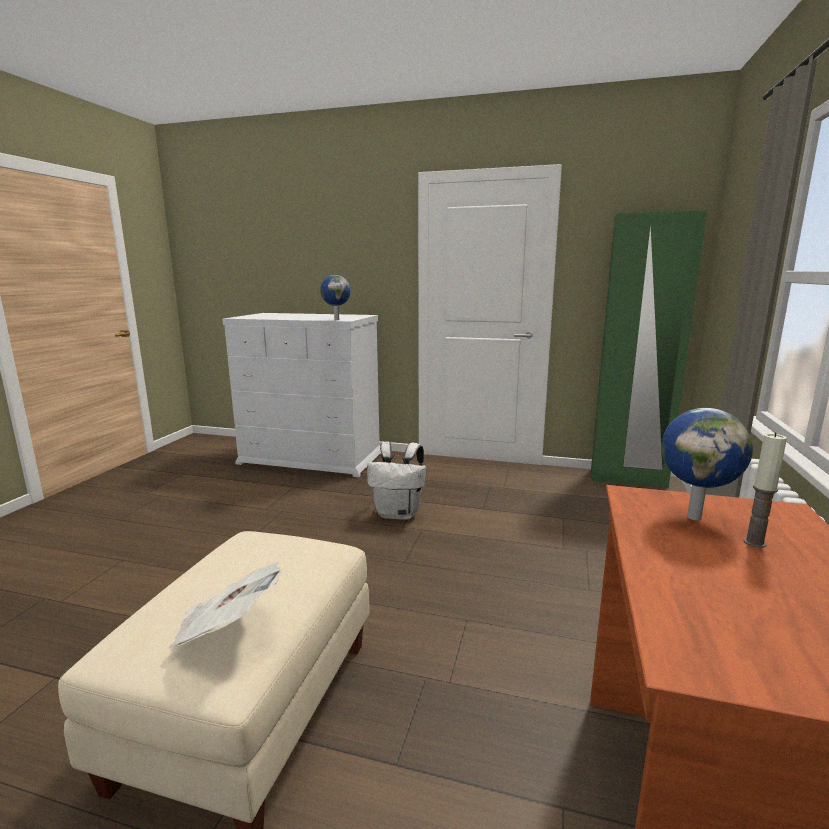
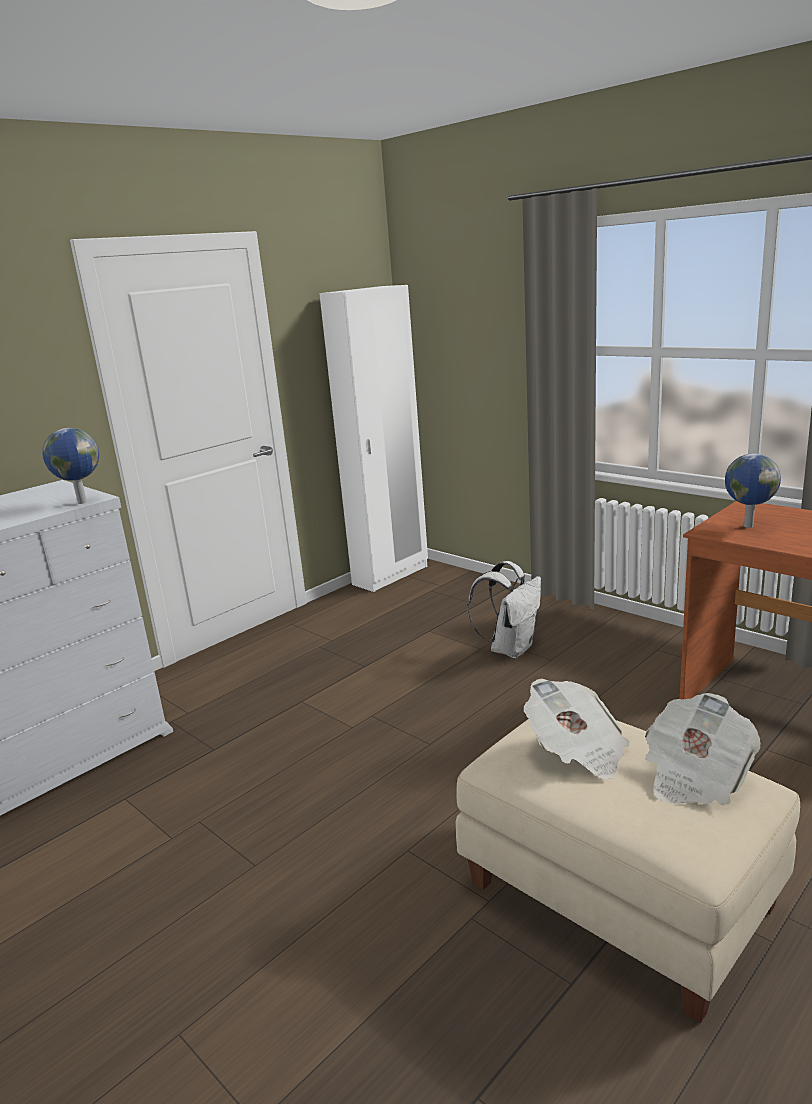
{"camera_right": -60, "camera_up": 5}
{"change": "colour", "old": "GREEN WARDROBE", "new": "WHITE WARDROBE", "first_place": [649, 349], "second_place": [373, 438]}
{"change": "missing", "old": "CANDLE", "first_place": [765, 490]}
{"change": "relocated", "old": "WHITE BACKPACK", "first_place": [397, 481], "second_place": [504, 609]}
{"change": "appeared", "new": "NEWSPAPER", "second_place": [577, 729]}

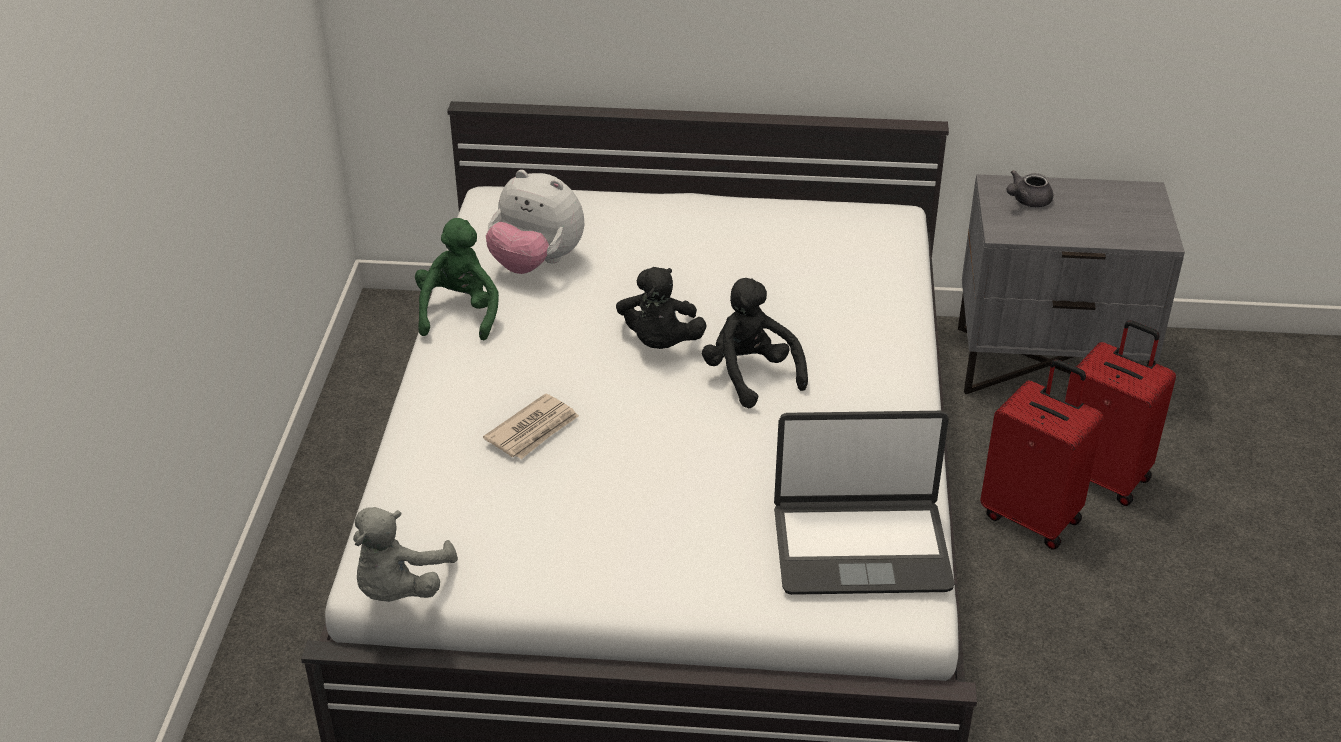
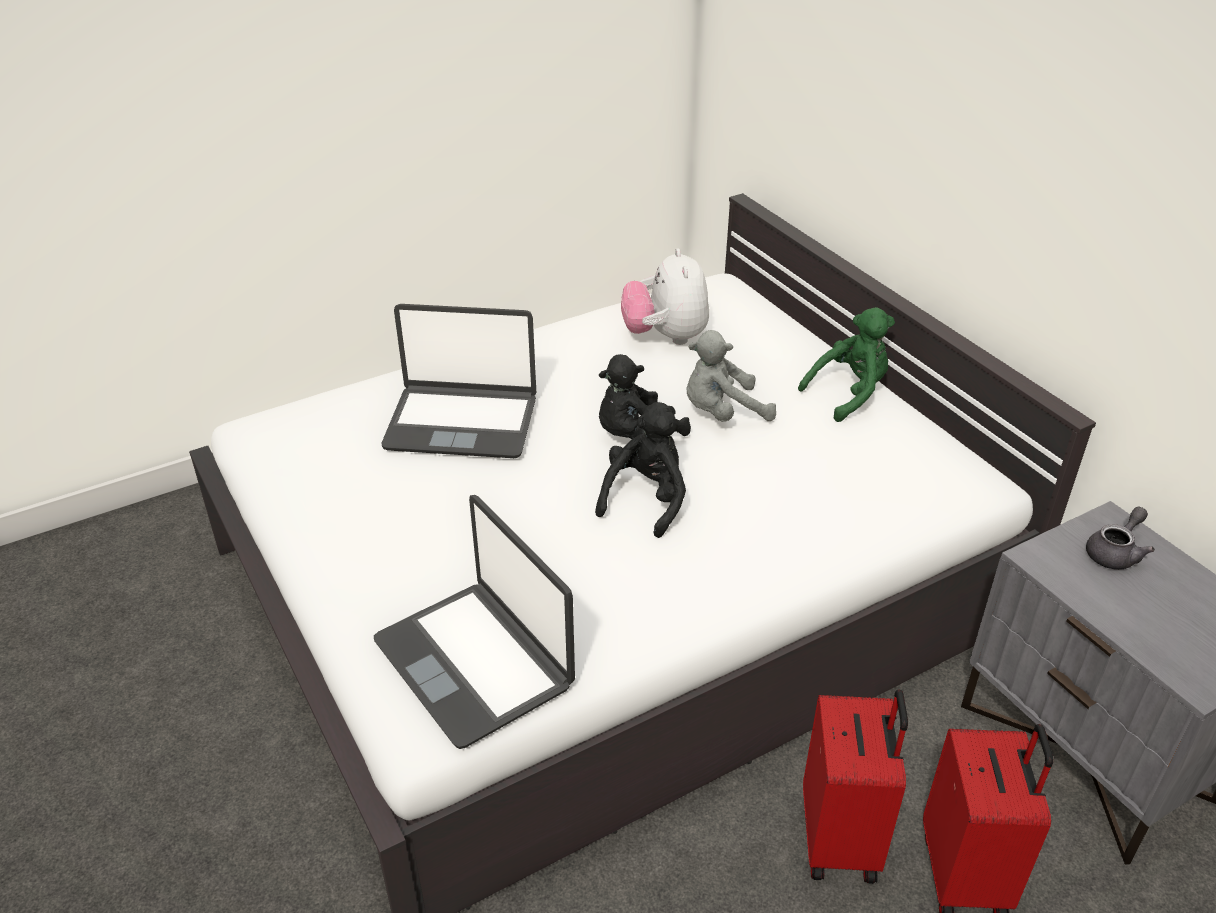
{"camera_right": 55, "camera_up": 0}
{"change": "spun", "old": "GREY TEAPOT", "first_place": [1030, 188], "second_place": [1120, 538], "degrees": 120}
{"change": "relocated", "old": "GREEN PLUSH TOY", "first_place": [457, 279], "second_place": [846, 364]}
{"change": "exchanged", "old": "NEWSPAPER", "new": "LAPTOP", "first_place": [531, 426], "second_place": [458, 381]}
{"change": "relocated", "old": "GREY PLUSH TOY", "first_place": [405, 554], "second_place": [731, 376]}

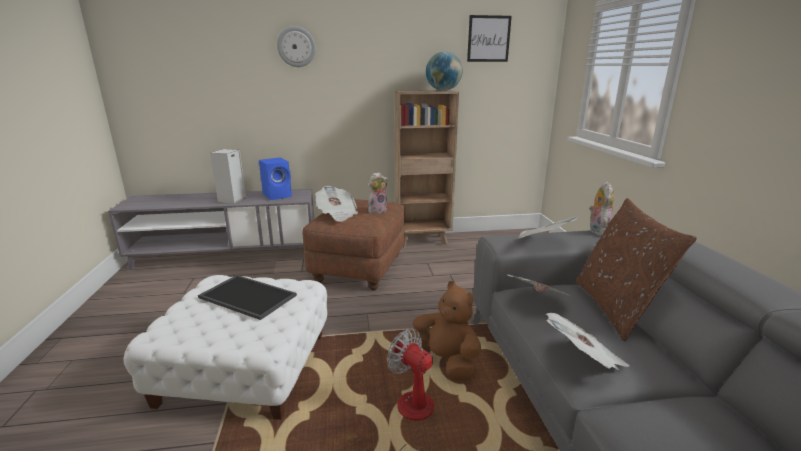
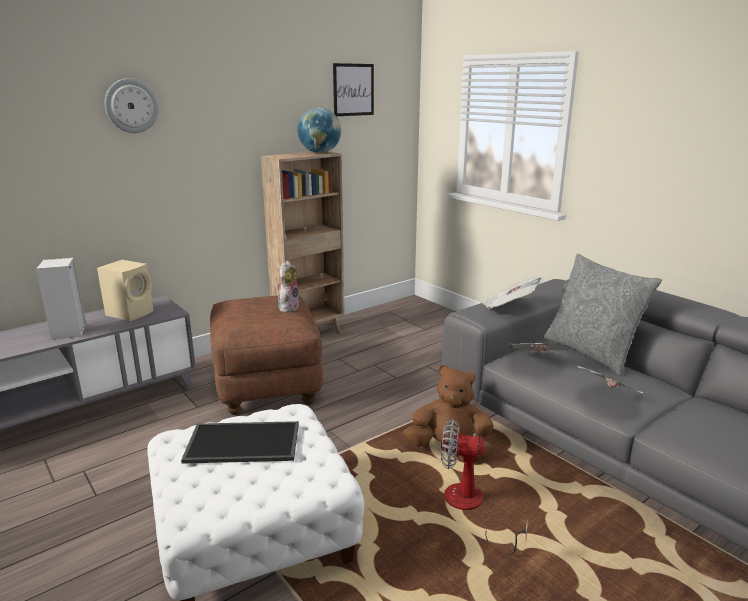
{"camera_right": -30, "camera_up": 0}
{"change": "colour", "old": "BLUE SPEAKER", "new": "BEIGE SPEAKER", "first_place": [275, 178], "second_place": [125, 290]}
{"change": "missing", "old": "PLUSH TOY", "first_place": [601, 208]}
{"change": "missing", "old": "NEWSPAPER", "first_place": [336, 204]}
{"change": "colour", "old": "BROWN PILLOW", "new": "GREY PILLOW", "first_place": [636, 269], "second_place": [603, 315]}

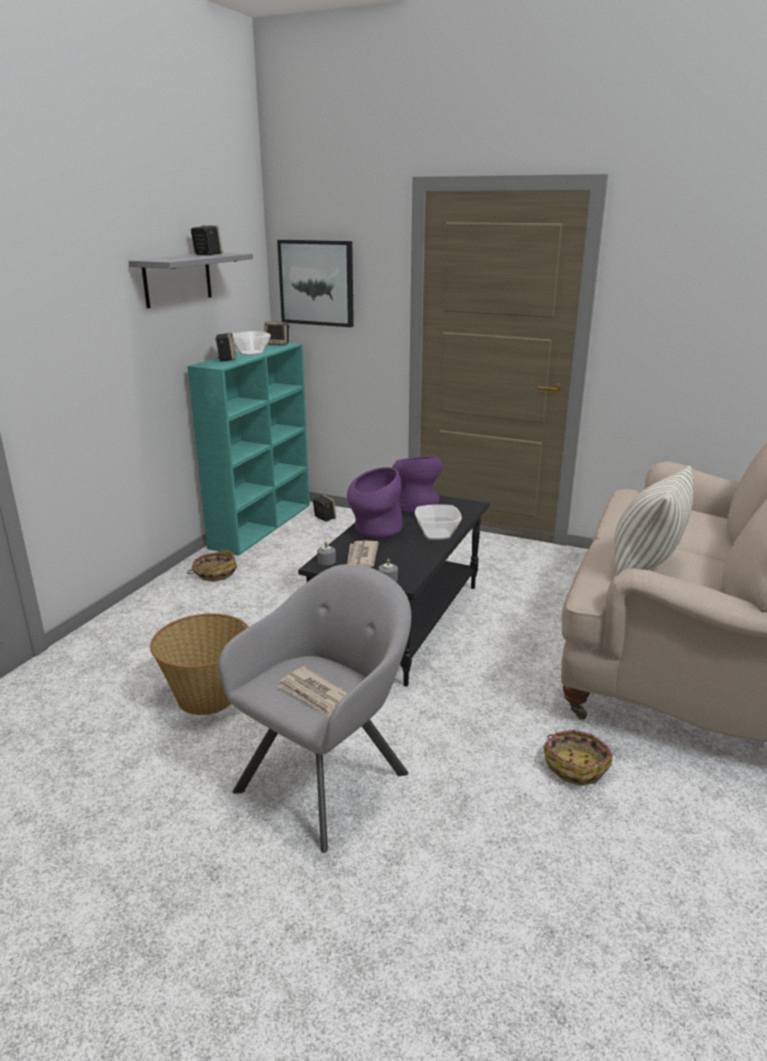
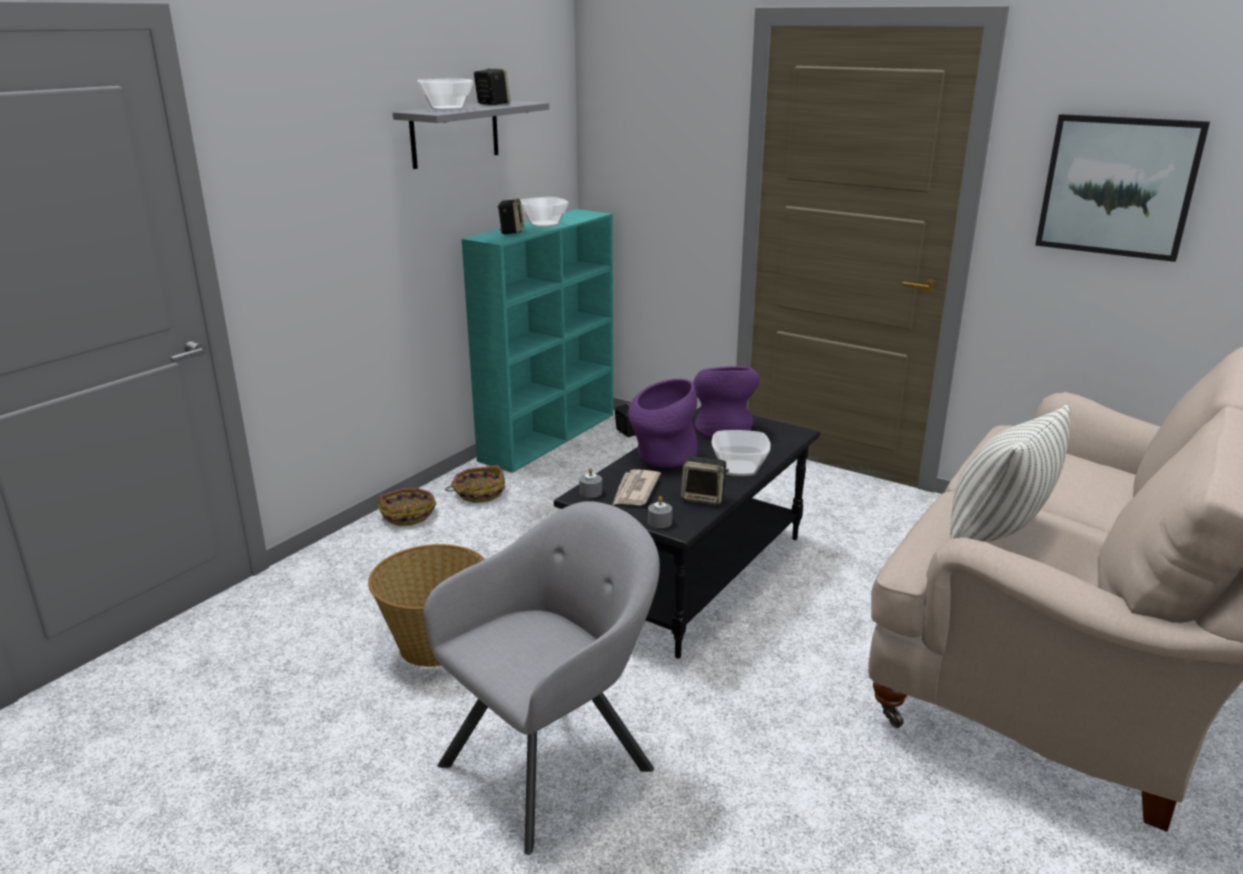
{"camera_right": 10, "camera_up": 0}
{"change": "relocated", "old": "PICTURE", "first_place": [315, 283], "second_place": [1122, 188]}
{"change": "relocated", "old": "SPEAKER", "first_place": [277, 333], "second_place": [705, 480]}
{"change": "missing", "old": "NEWSPAPER", "first_place": [313, 691]}
{"change": "relocated", "old": "BASKET", "first_place": [578, 758], "second_place": [407, 507]}
{"change": "appeared", "new": "BOWL", "second_place": [446, 94]}

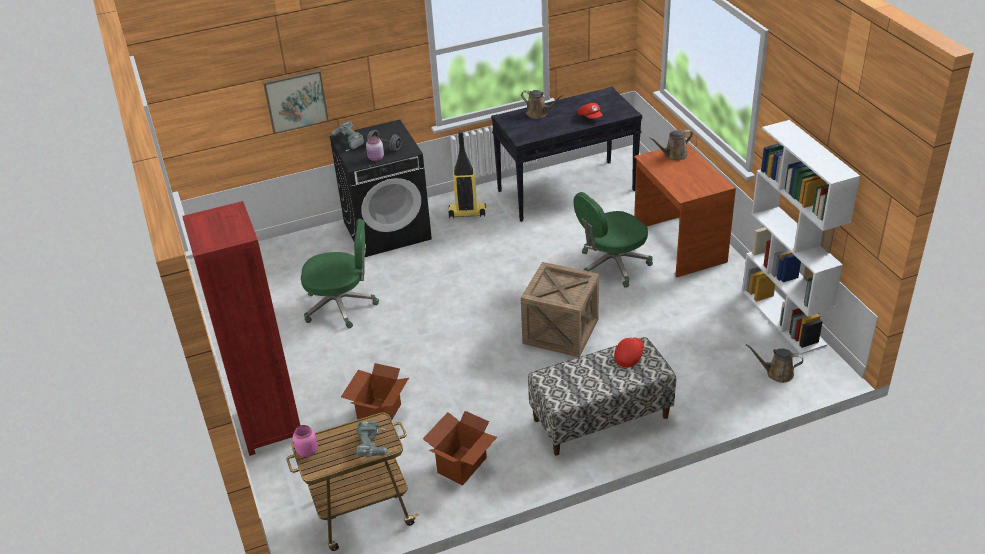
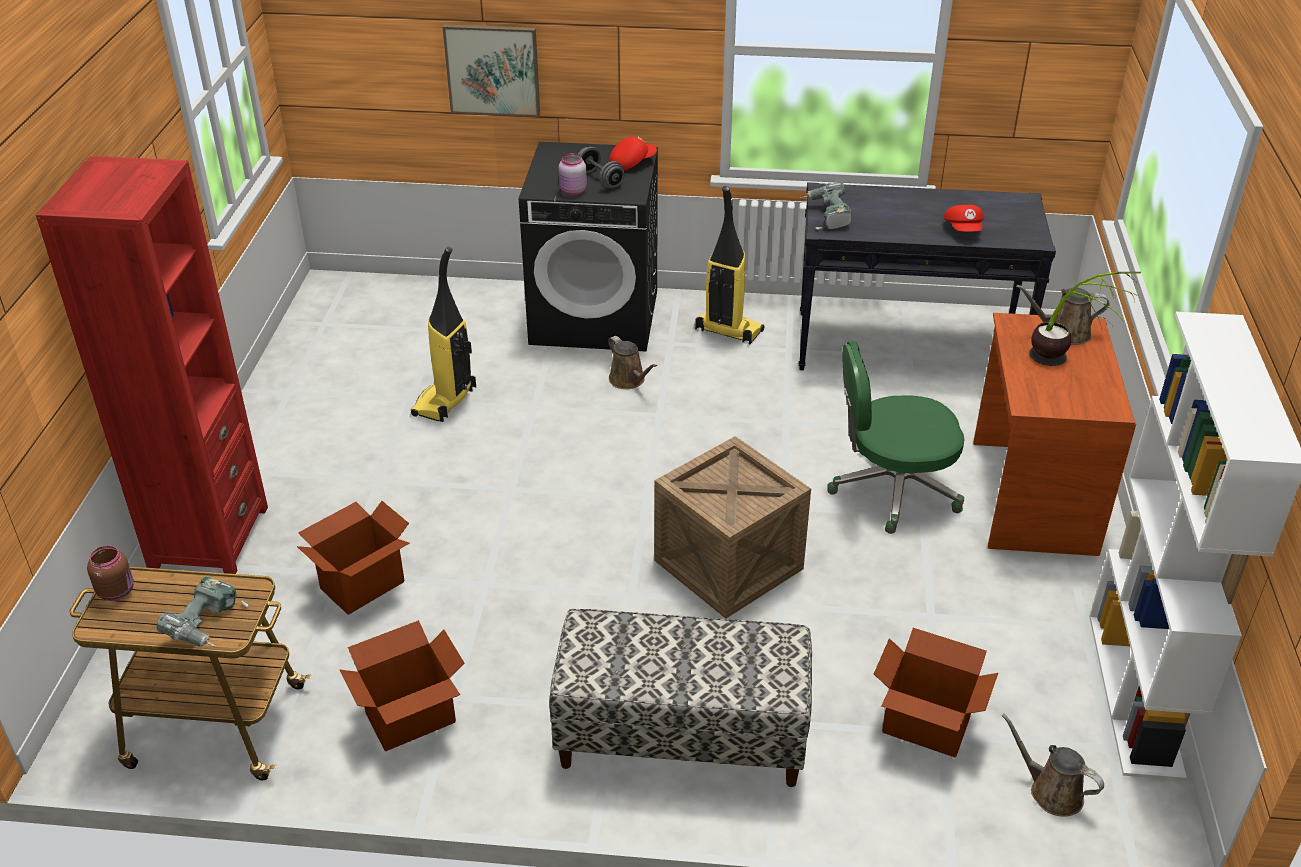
{"camera_right": 25, "camera_up": 0}
{"change": "relocated", "old": "BROWN WATERING CAN", "first_place": [542, 104], "second_place": [632, 362]}
{"change": "relocated", "old": "POWER DRILL", "first_place": [347, 136], "second_place": [825, 206]}
{"change": "exchanged", "old": "GREEN OFFICE CHAIR", "new": "VACUUM CLEANER", "first_place": [340, 273], "second_place": [443, 334]}
{"change": "relocated", "old": "RED CAP", "first_place": [629, 352], "second_place": [633, 154]}
{"change": "colour", "old": "PINK JAR", "new": "BROWN JAR", "first_place": [305, 441], "second_place": [110, 573]}
{"change": "appeared", "new": "POTTED PLANT", "second_place": [1085, 319]}
{"change": "appeared", "new": "CARDBOARD BOX", "second_place": [936, 692]}

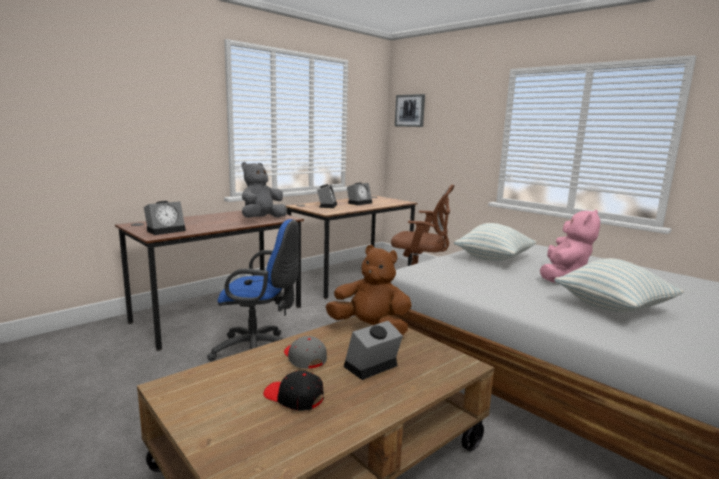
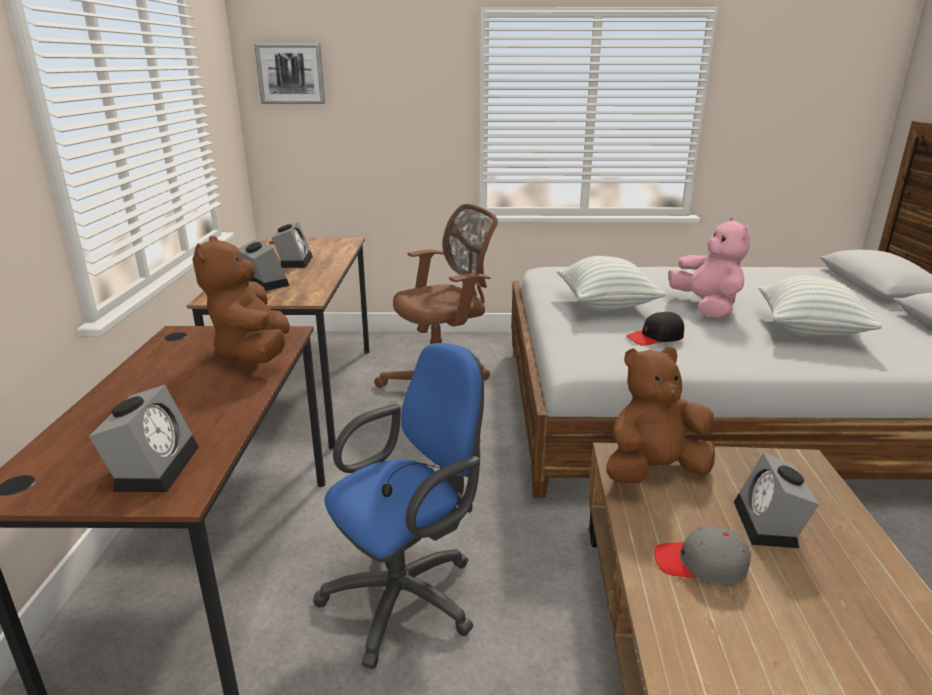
{"camera_right": -45, "camera_up": 10}
{"change": "colour", "old": "GREY PLUSH TOY", "new": "BROWN PLUSH TOY", "first_place": [264, 190], "second_place": [241, 299]}
{"change": "relocated", "old": "BLACK CAP", "first_place": [293, 391], "second_place": [655, 328]}

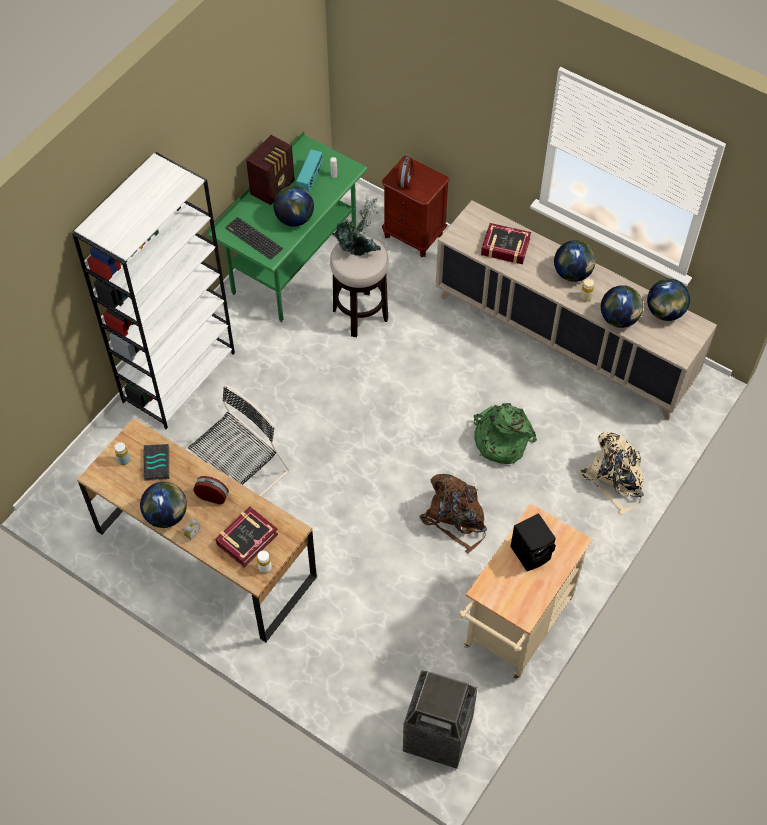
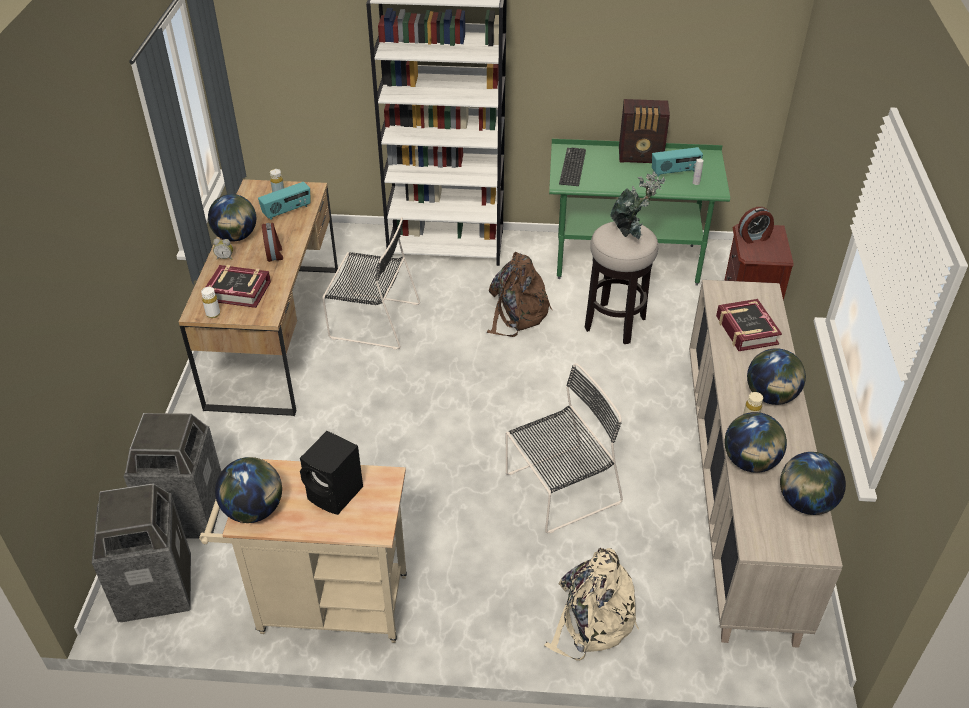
{"camera_right": 60, "camera_up": -15}
{"change": "relocated", "old": "GLOBE", "first_place": [293, 206], "second_place": [248, 490]}
{"change": "exchanged", "old": "GREEN BACKPACK", "new": "BLACK CHAIR", "first_place": [505, 433], "second_place": [564, 448]}
{"change": "exchanged", "old": "BOOK", "new": "RADIO", "first_place": [156, 462], "second_place": [284, 201]}
{"change": "relocated", "old": "BROWN BACKPACK", "first_place": [453, 514], "second_place": [520, 294]}
{"change": "appeared", "new": "TRASH CAN", "second_place": [172, 476]}

